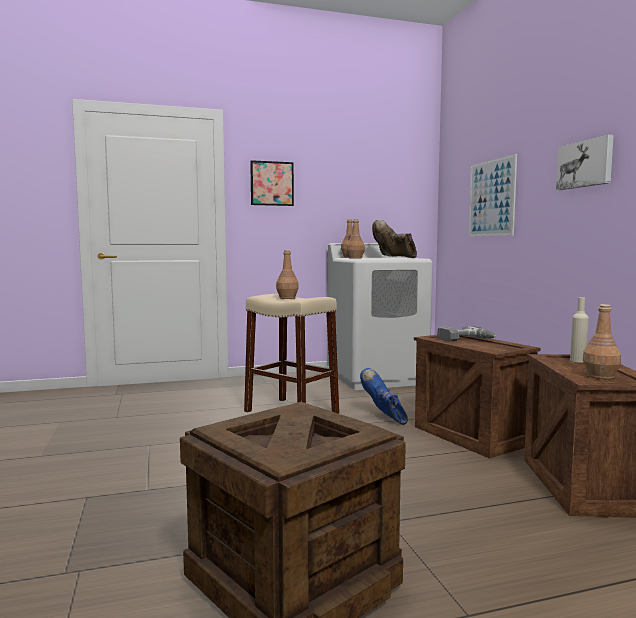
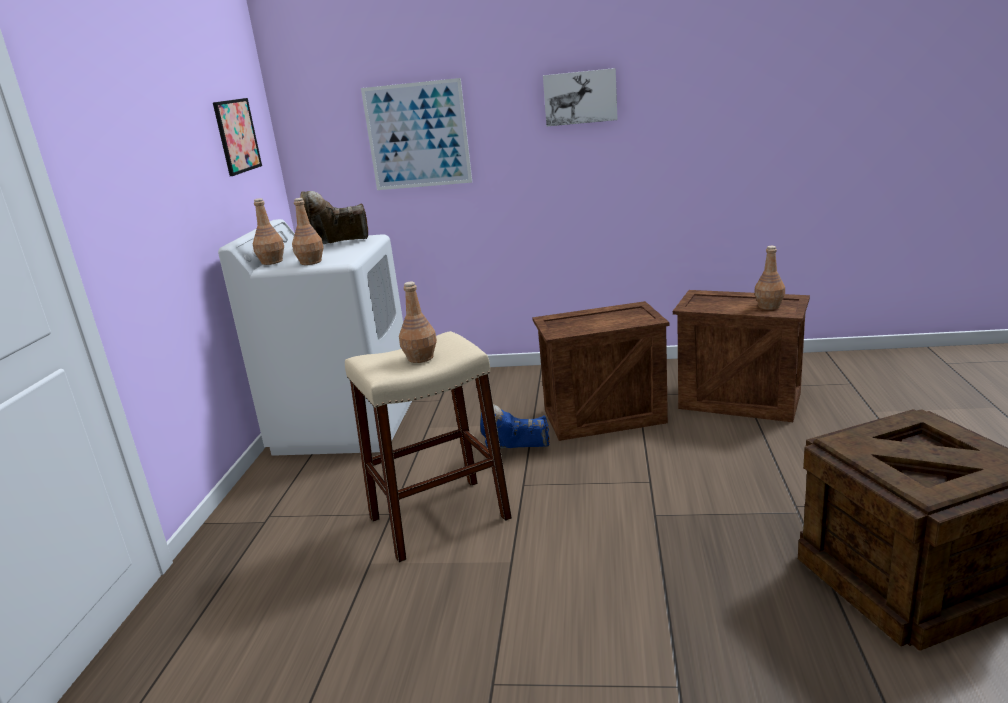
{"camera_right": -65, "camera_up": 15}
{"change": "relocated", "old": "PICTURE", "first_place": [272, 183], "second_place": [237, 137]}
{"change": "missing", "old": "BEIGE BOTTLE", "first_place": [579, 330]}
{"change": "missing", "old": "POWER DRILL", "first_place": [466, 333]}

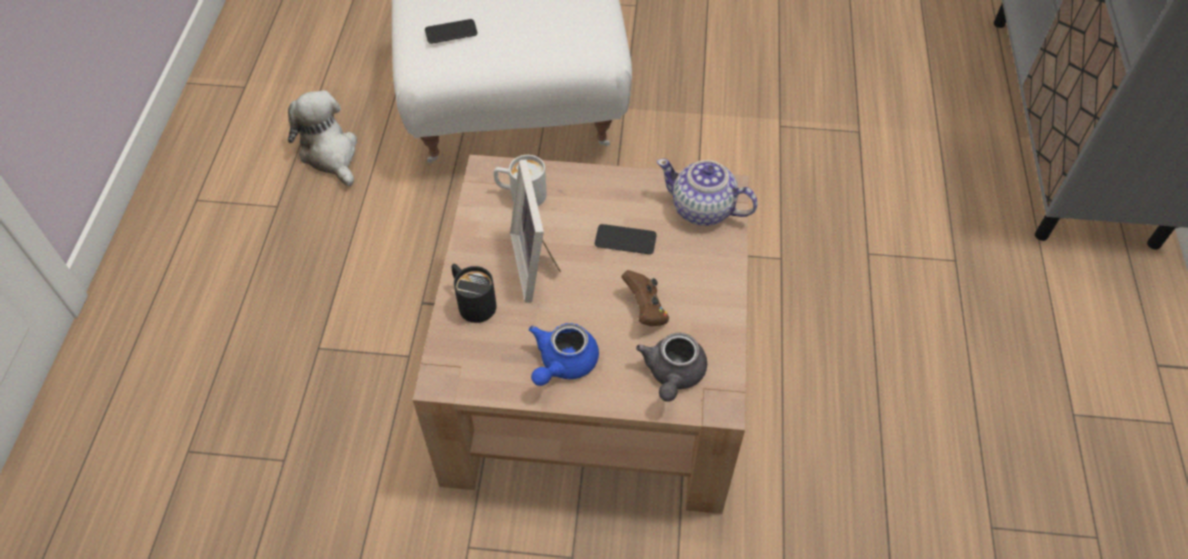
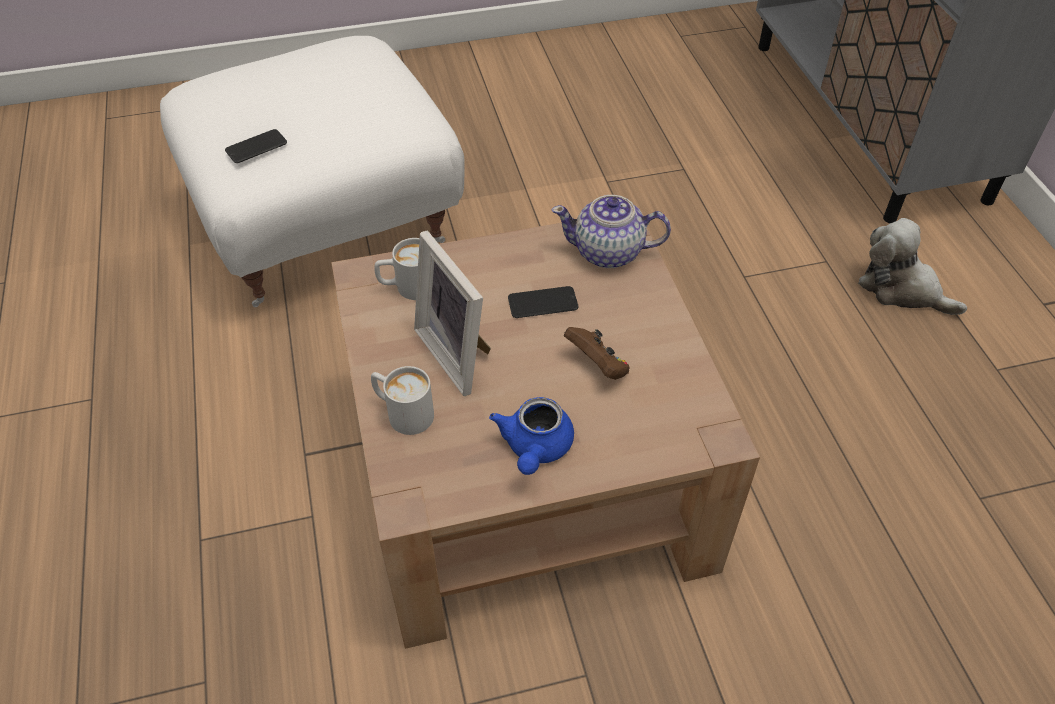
{"camera_right": -20, "camera_up": -5}
{"change": "relocated", "old": "PLUSH TOY", "first_place": [322, 138], "second_place": [912, 266]}
{"change": "colour", "old": "BLACK MUG", "new": "WHITE MUG", "first_place": [474, 293], "second_place": [402, 400]}
{"change": "missing", "old": "GREY TEAPOT", "first_place": [671, 367]}

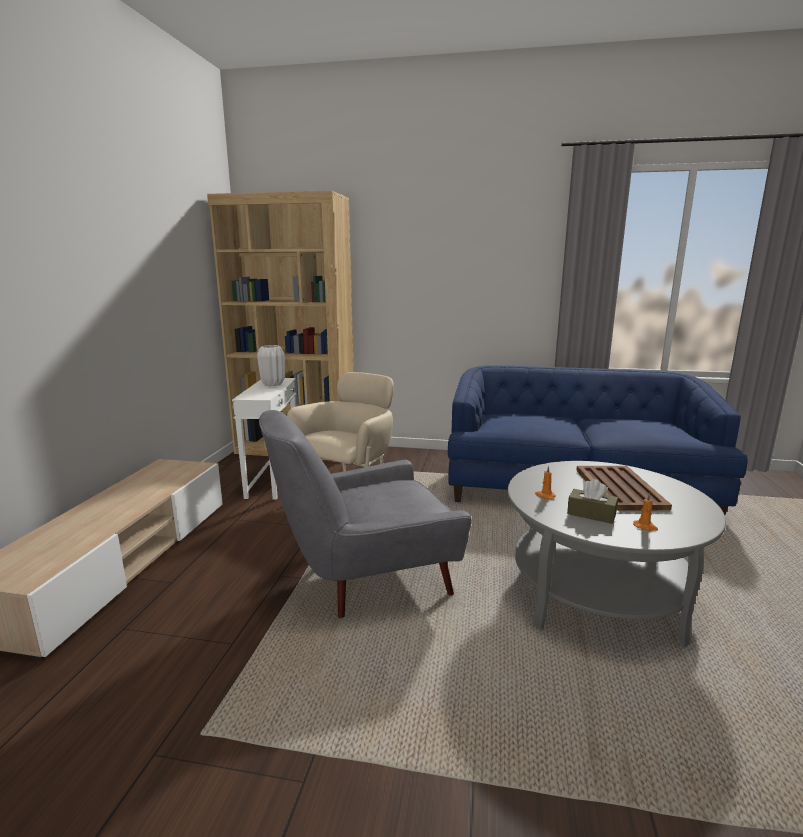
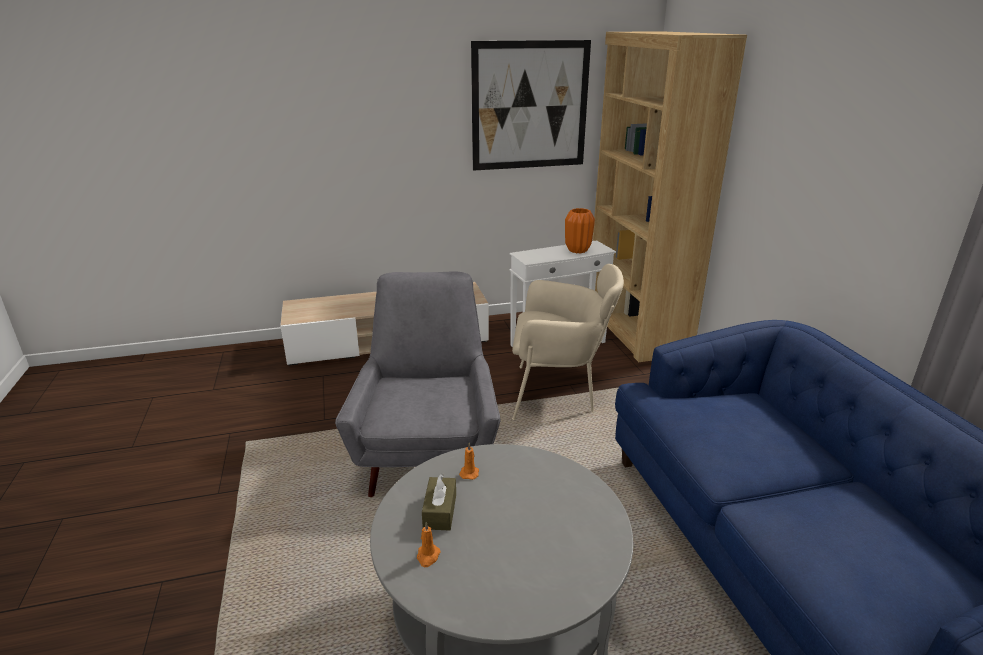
{"camera_right": 65, "camera_up": 10}
{"change": "colour", "old": "WHITE VASE", "new": "ORANGE VASE", "first_place": [271, 365], "second_place": [580, 230]}
{"change": "spun", "old": "GREY ARMCHAIR", "first_place": [365, 514], "second_place": [418, 384], "degrees": 45}
{"change": "missing", "old": "BROWN TRAY", "first_place": [624, 488]}
{"change": "appeared", "new": "PICTURE", "second_place": [531, 105]}

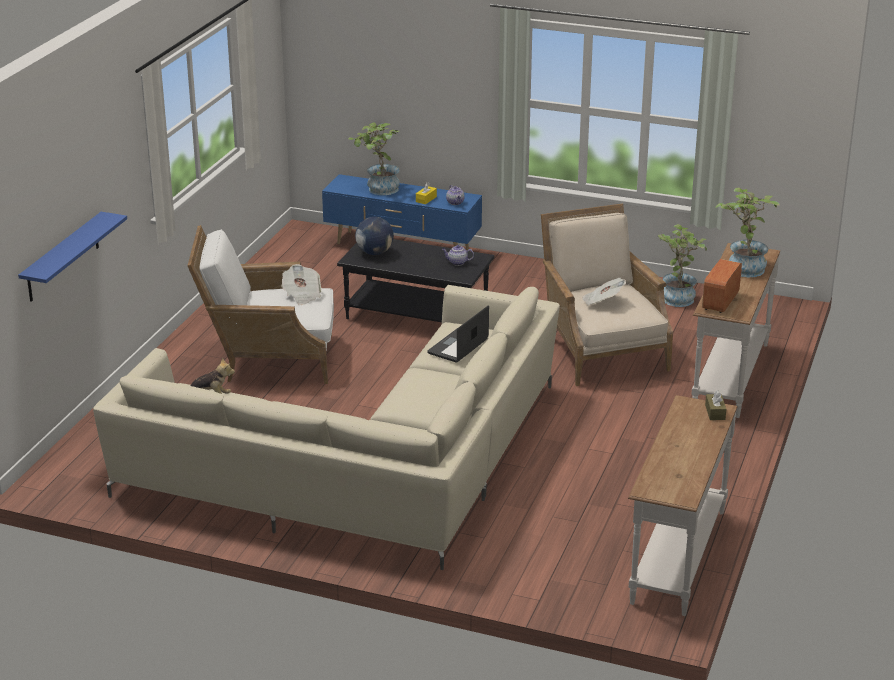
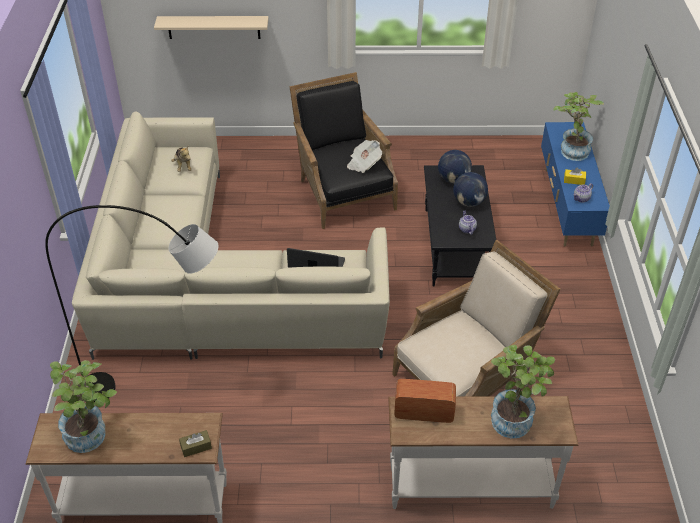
{"camera_right": 70, "camera_up": 15}
{"change": "colour", "old": "BLUE SHELF", "new": "BEIGE SHELF", "first_place": [72, 257], "second_place": [211, 27]}
{"change": "relocated", "old": "POTTED PLANT", "first_place": [682, 265], "second_place": [83, 406]}
{"change": "colour", "old": "WHITE ARMCHAIR", "new": "BLACK ARMCHAIR", "first_place": [260, 304], "second_place": [343, 150]}
{"change": "missing", "old": "NEWSPAPER", "first_place": [604, 292]}
{"change": "appeared", "new": "GLOBE", "second_place": [470, 189]}
{"change": "appeared", "new": "GREY FLOOR LAMP", "second_place": [131, 304]}

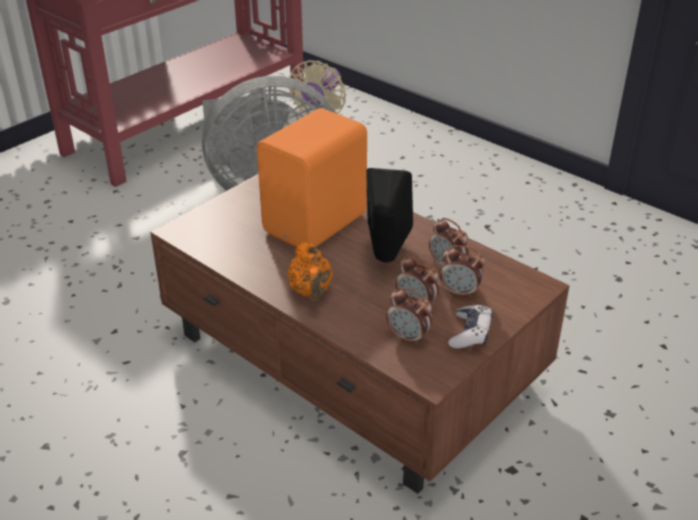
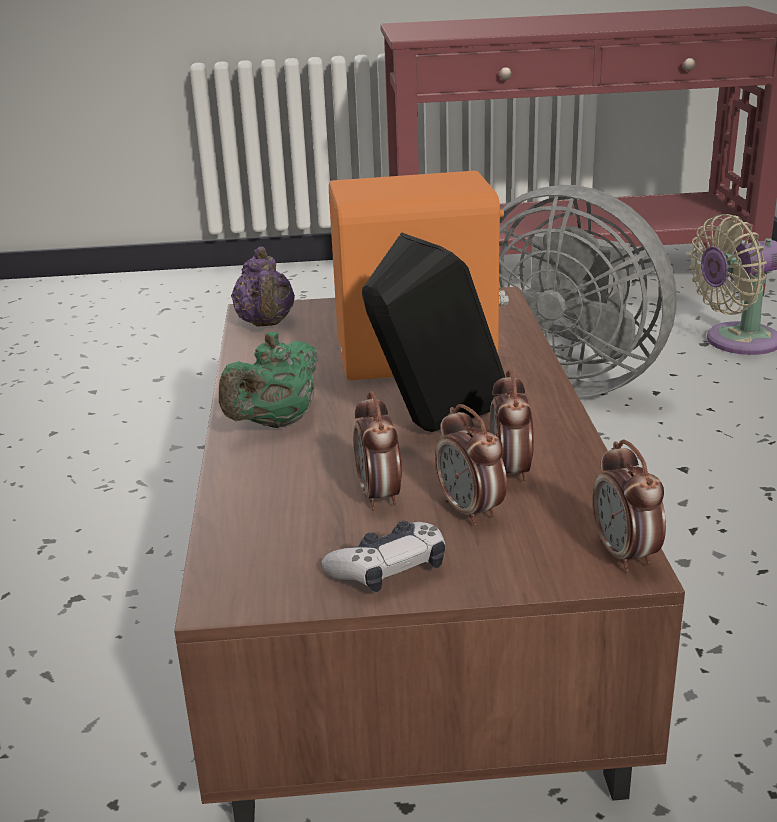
{"camera_right": 45, "camera_up": -10}
{"change": "colour", "old": "ORANGE TEAPOT", "new": "GREEN TEAPOT", "first_place": [310, 271], "second_place": [268, 380]}
{"change": "relocated", "old": "ALARM CLOCK", "first_place": [409, 316], "second_place": [629, 506]}
{"change": "appeared", "new": "PURPLE TEAPOT", "second_place": [263, 286]}

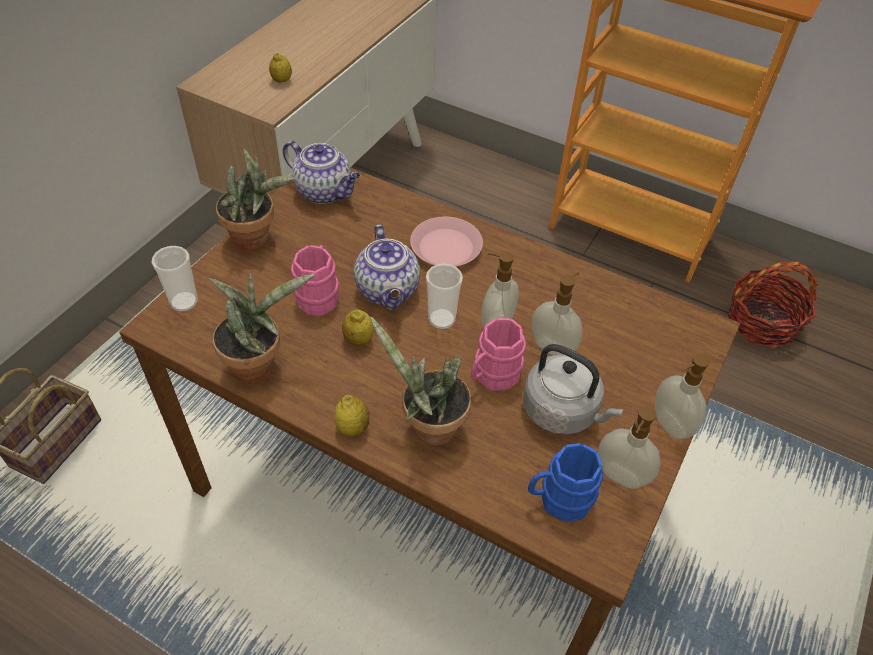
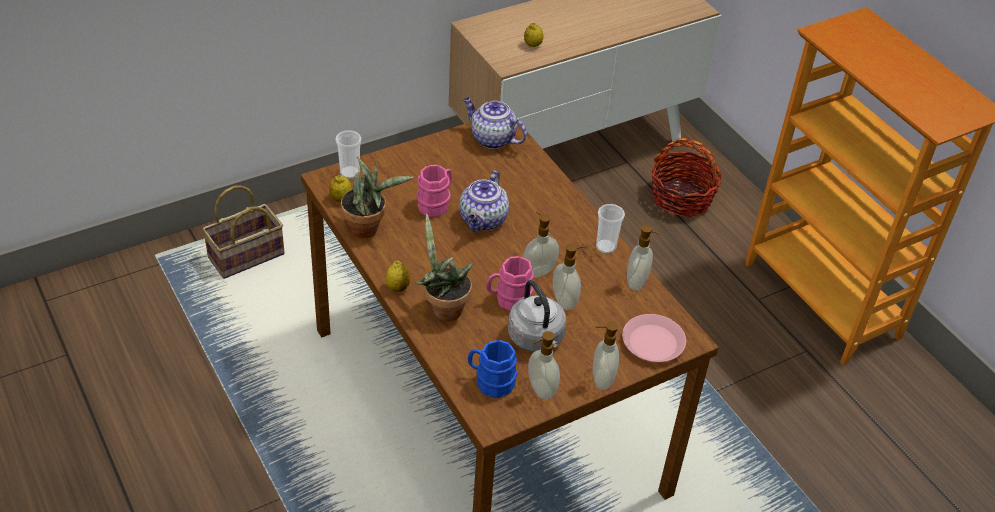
{"camera_right": 30, "camera_up": -5}
{"change": "spun", "old": "TEAPOT", "first_place": [321, 172], "second_place": [495, 123], "degrees": 150}
{"change": "missing", "old": "POTTED PLANT", "first_place": [255, 199]}
{"change": "relocated", "old": "PINK PLATE", "first_place": [446, 242], "second_place": [654, 338]}
{"change": "relocated", "old": "BASKET", "first_place": [773, 305], "second_place": [686, 177]}
{"change": "relocated", "old": "CUP", "first_place": [444, 296], "second_place": [610, 229]}
{"change": "relocated", "old": "LEMON", "first_place": [358, 327], "second_place": [340, 188]}
{"change": "appeared", "new": "SOAP DISPENSER", "second_place": [644, 258]}

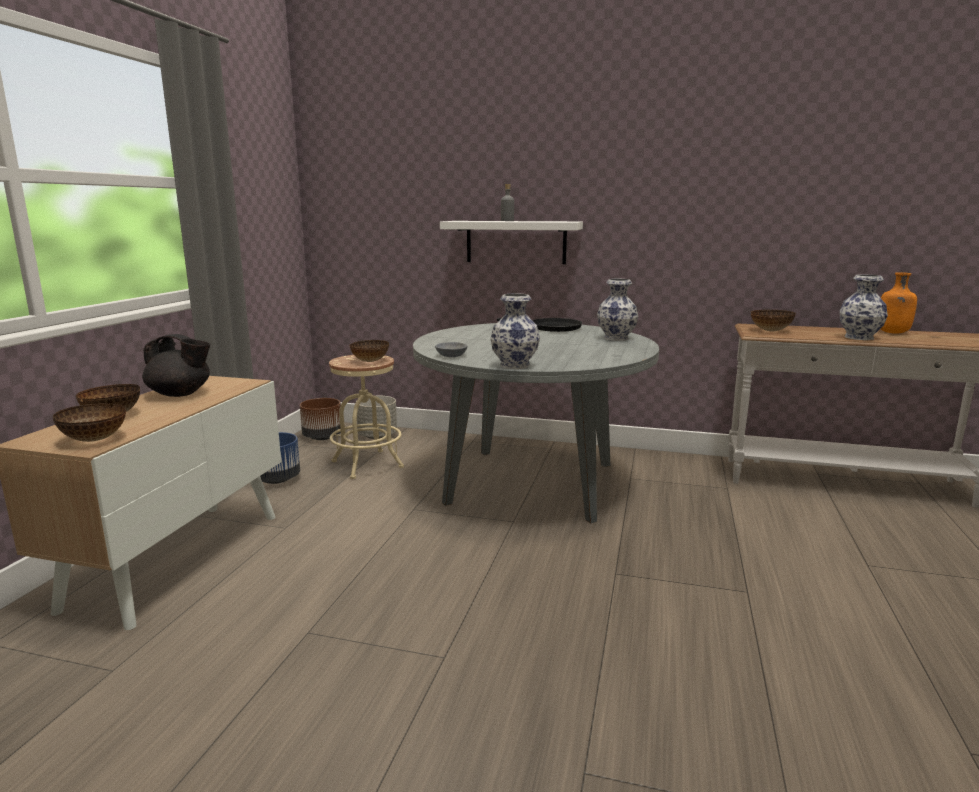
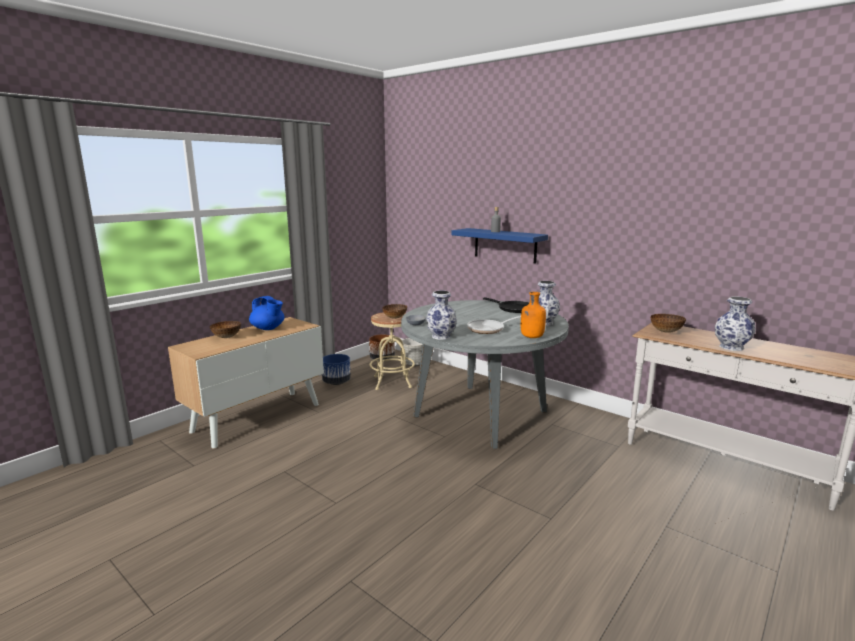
{"camera_right": 25, "camera_up": 0}
{"change": "colour", "old": "WHITE SHELF", "new": "BLUE SHELF", "first_place": [511, 242], "second_place": [499, 246]}
{"change": "relocated", "old": "ORANGE BOTTLE", "first_place": [899, 303], "second_place": [533, 315]}
{"change": "colour", "old": "BLACK TEAPOT", "new": "BLUE TEAPOT", "first_place": [176, 365], "second_place": [267, 313]}
{"change": "missing", "old": "BOWL", "first_place": [89, 422]}
{"change": "appeared", "new": "FRYING PAN", "second_place": [494, 325]}

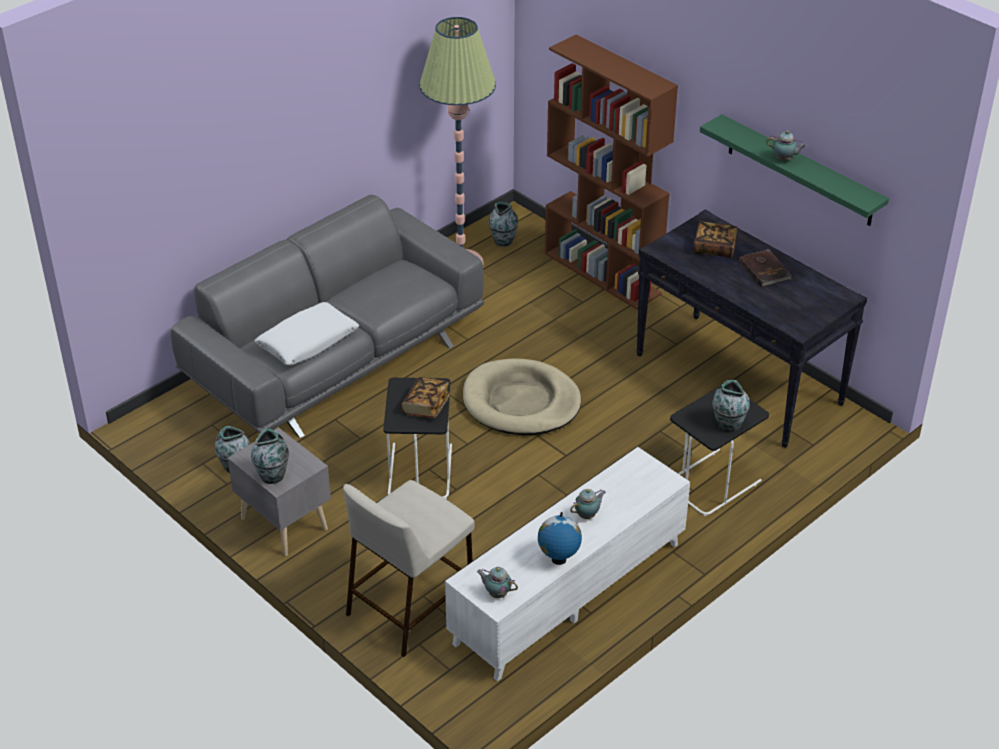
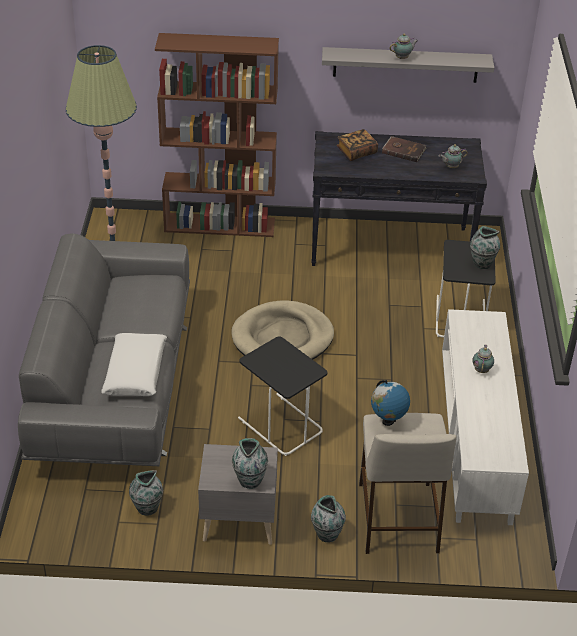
{"camera_right": -45, "camera_up": 0}
{"change": "colour", "old": "GREEN SHELF", "new": "GREY SHELF", "first_place": [794, 170], "second_place": [408, 65]}
{"change": "relocated", "old": "VASE", "first_place": [503, 224], "second_place": [328, 518]}
{"change": "missing", "old": "BOOK", "first_place": [425, 397]}
{"change": "relocated", "old": "GLOBE", "first_place": [560, 538], "second_place": [390, 403]}
{"change": "relocated", "old": "TEAPOT", "first_place": [497, 582], "second_place": [453, 156]}

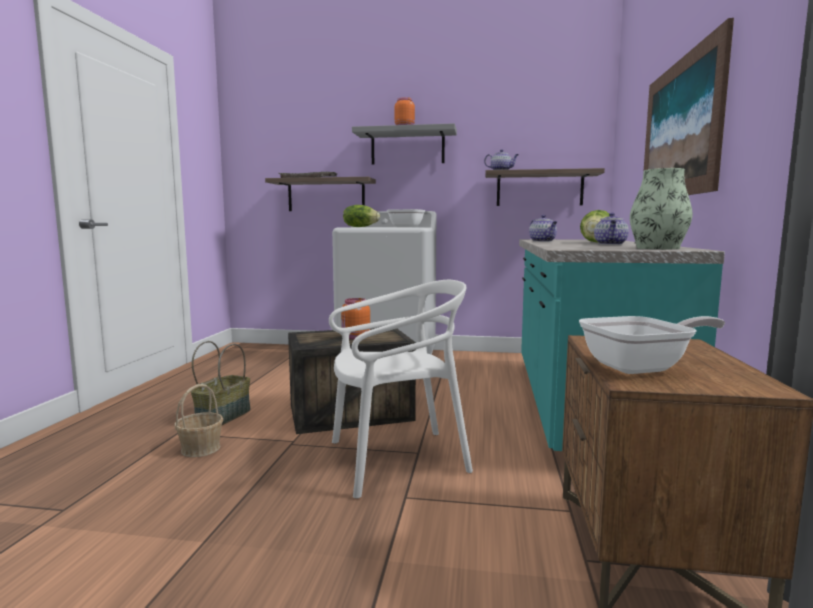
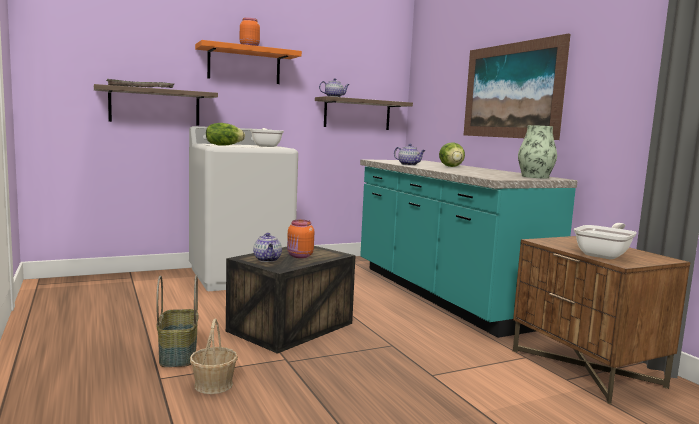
{"camera_right": -35, "camera_up": 0}
{"change": "colour", "old": "GREY SHELF", "new": "ORANGE SHELF", "first_place": [404, 144], "second_place": [248, 62]}
{"change": "relocated", "old": "TEAPOT", "first_place": [611, 229], "second_place": [267, 247]}
{"change": "missing", "old": "WHITE CHAIR", "first_place": [401, 389]}

